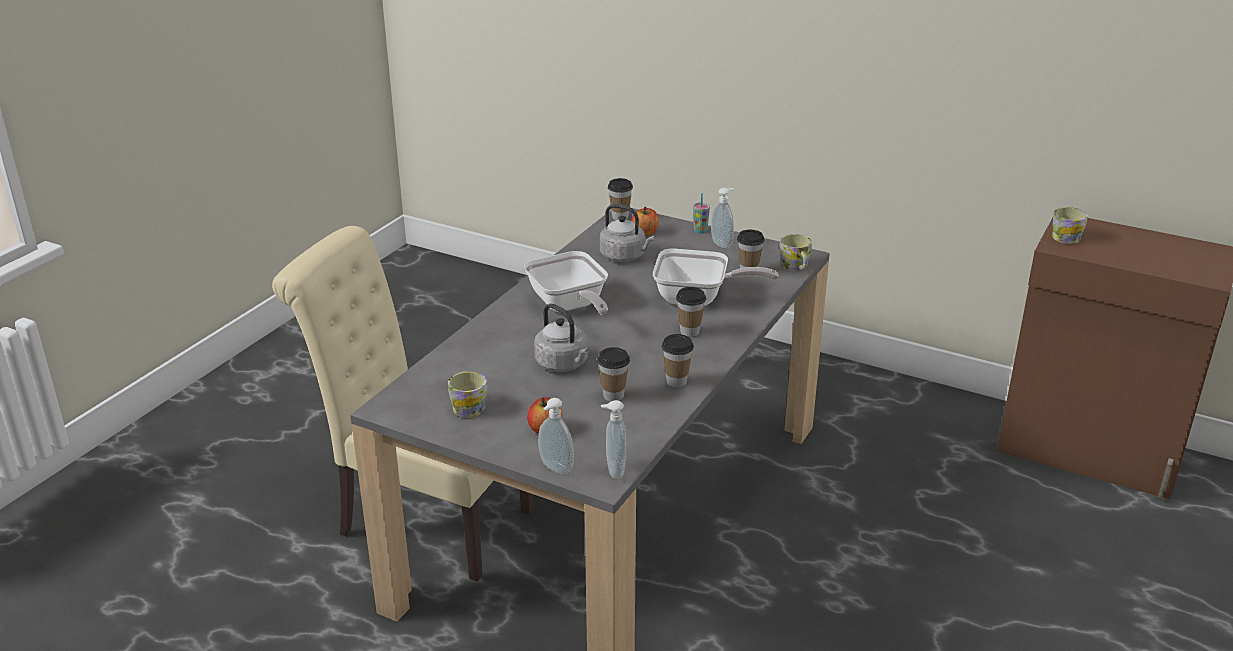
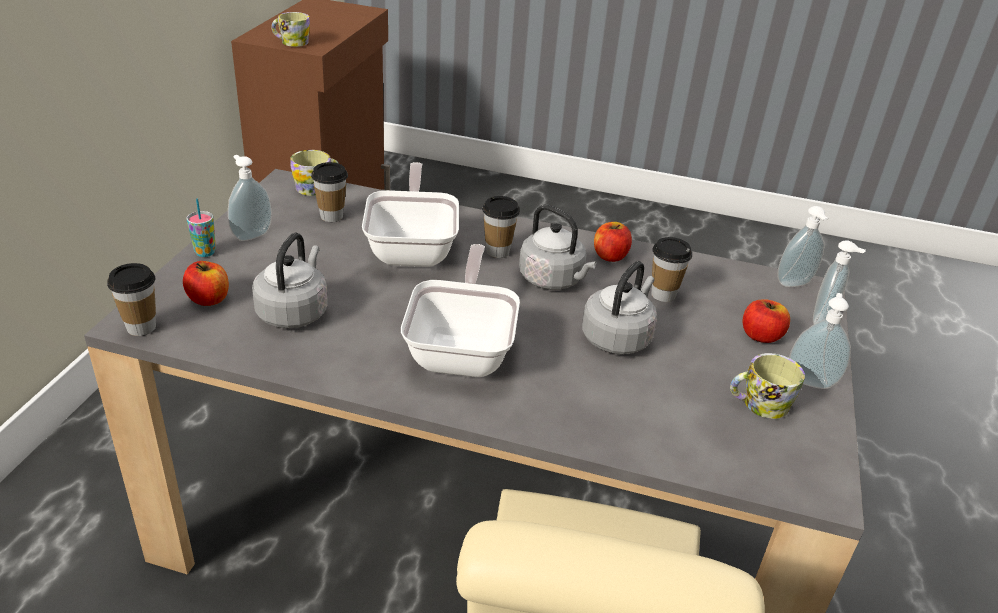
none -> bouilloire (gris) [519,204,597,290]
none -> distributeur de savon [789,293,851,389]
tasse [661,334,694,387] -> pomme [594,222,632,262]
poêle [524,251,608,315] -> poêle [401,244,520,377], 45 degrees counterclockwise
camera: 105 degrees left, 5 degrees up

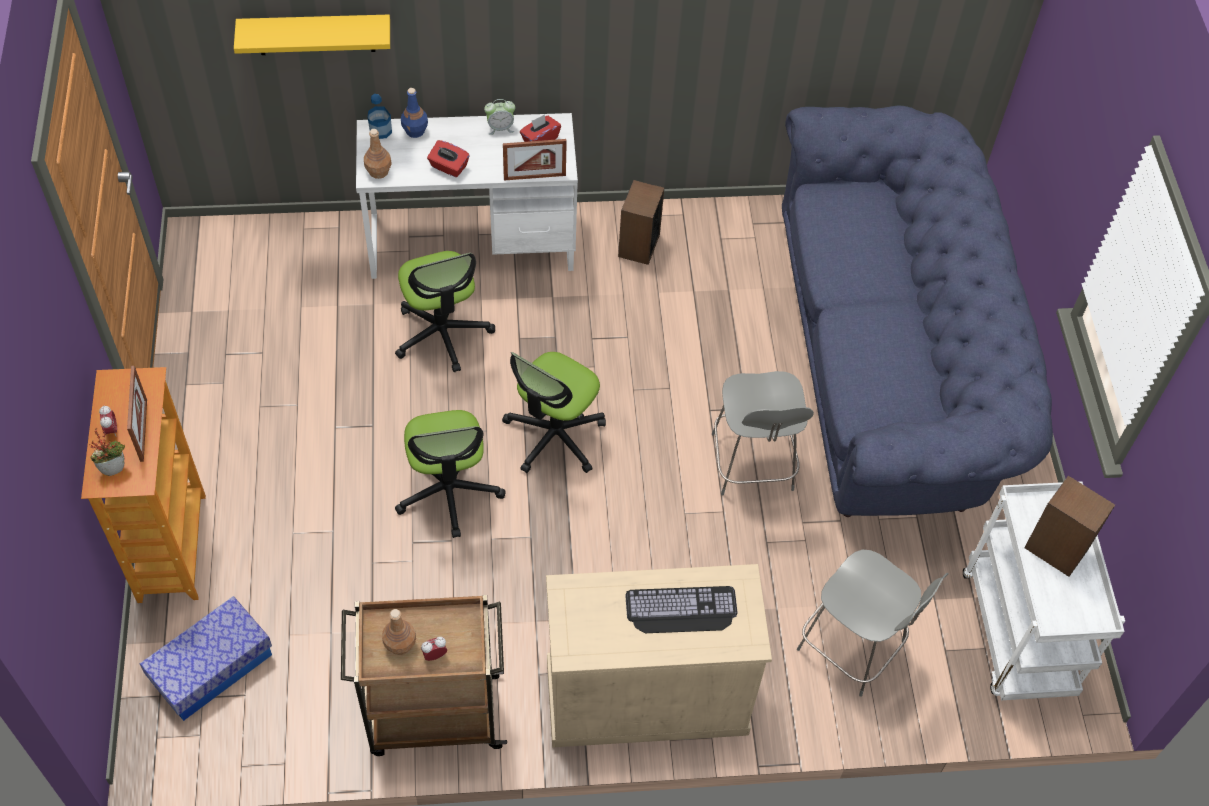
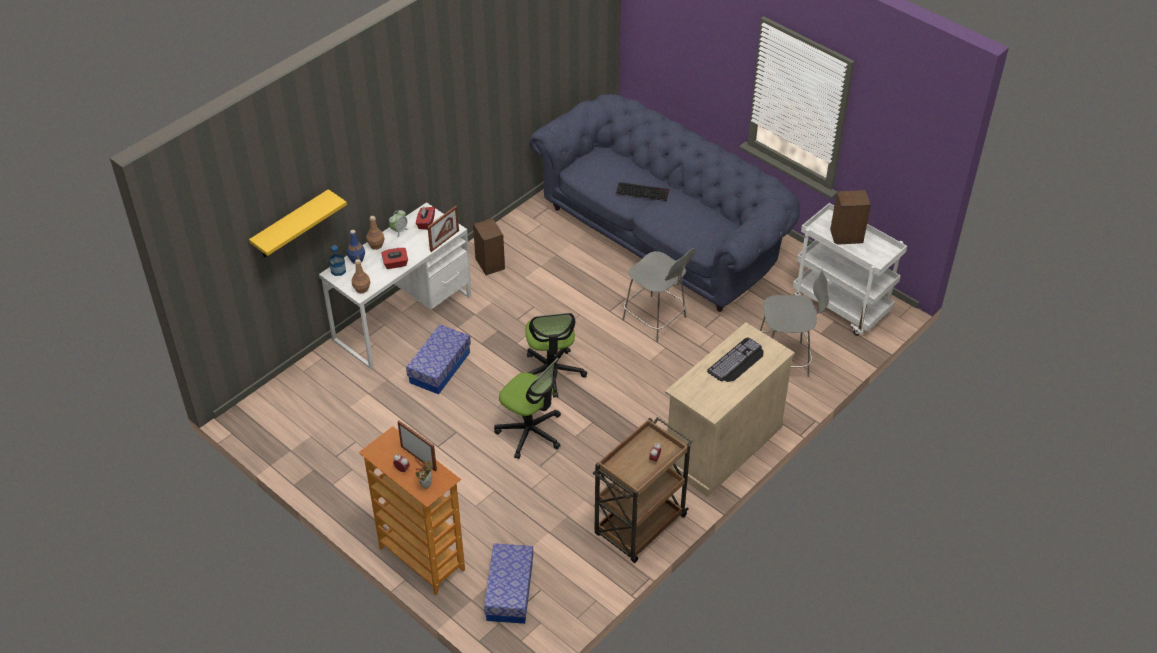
none -> clavier [616,182,670,201]
bouteille (marron) [382,609,416,655] -> bouteille (marron) [366,216,384,250], relocated
chaise de bureau [395,251,495,372] -> boîte de rangement [406,324,471,395]
camera: 40 degrees left, 10 degrees down

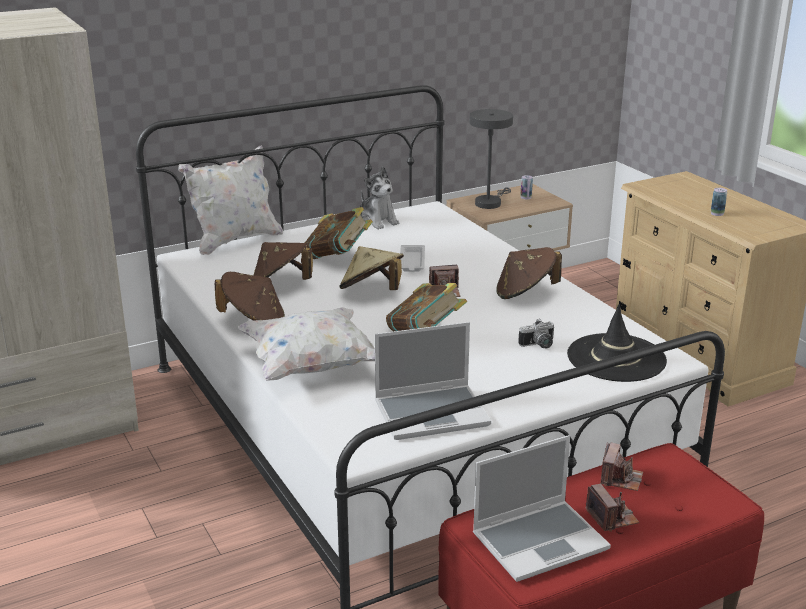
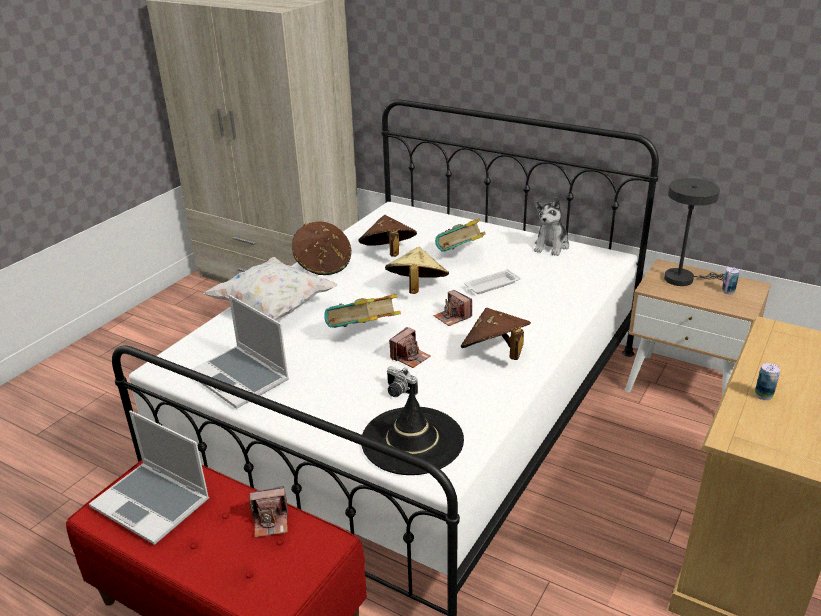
coussin (blanc) [178,145,283,255] -> none
appareil photo [586,484,639,532] -> appareil photo [389,327,431,368], relocated
camera: 60 degrees right, 5 degrees up

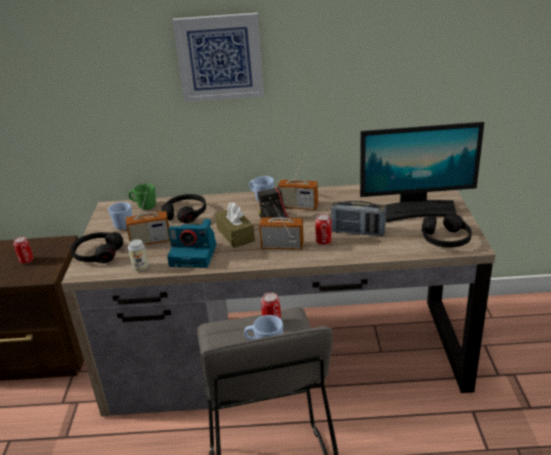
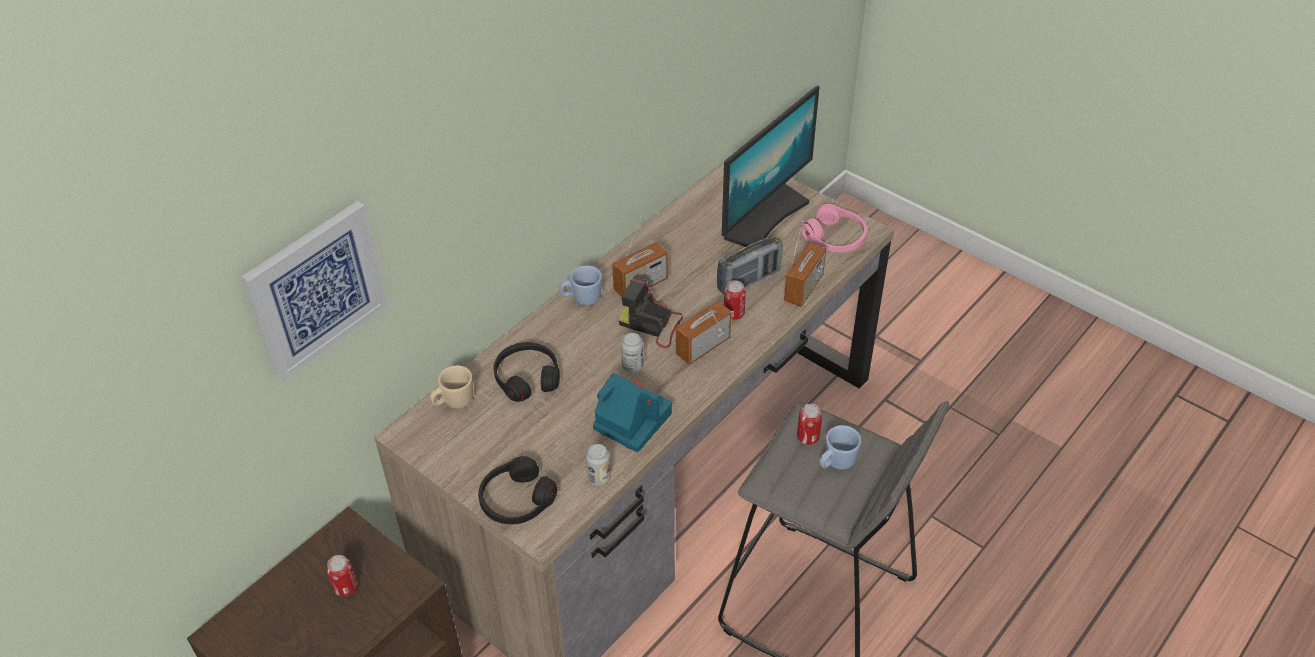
mug (bleu) [108,202,132,230] -> none
radio [126,185,170,245] -> radio [784,220,826,307], relocated
tableau [172,13,264,102] -> tableau [241,201,388,382], relocated
boîte à mouchoirs (marron) [215,202,255,248] -> boîte métallique [621,333,644,373]
mug (vert) [128,183,156,210] -> mug (beige) [430,365,473,409]
casque audio (noir) [422,214,472,248] -> casque audio (rose) [802,204,867,253]
appareil photo [167,219,217,268] -> appareil photo [593,373,672,452], 105 degrees counterclockwise
camera: 50 degrees left, 15 degrees up

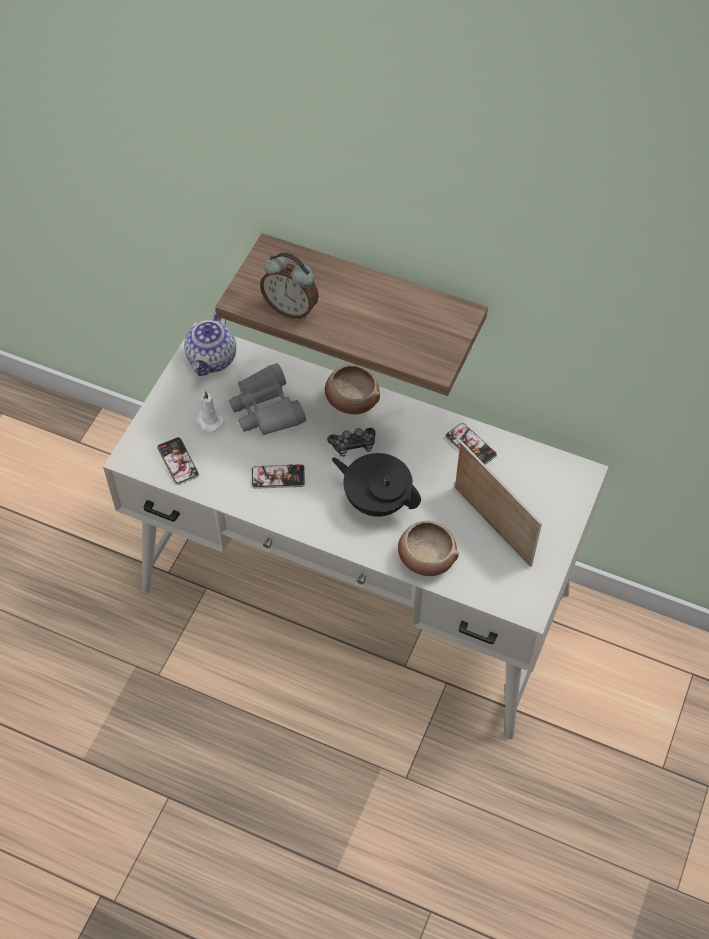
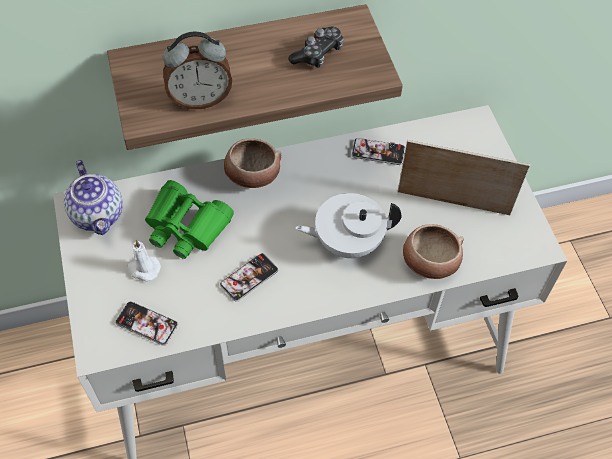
manette [327,428,375,457] -> manette [288,27,344,68], relocated
jumelles (gris) [229,363,306,436] -> jumelles (vert) [145,180,234,259]
théière (noir) [332,453,421,517] -> théière (blanc) [295,193,402,258]
camera: 40 degrees left, 0 degrees up

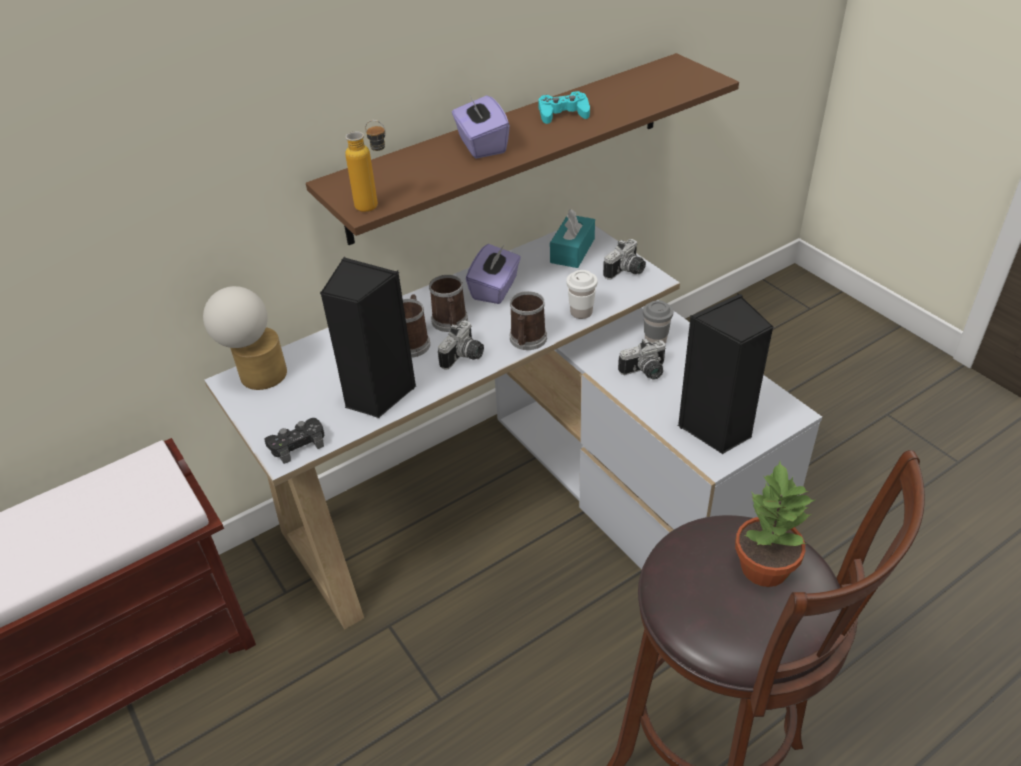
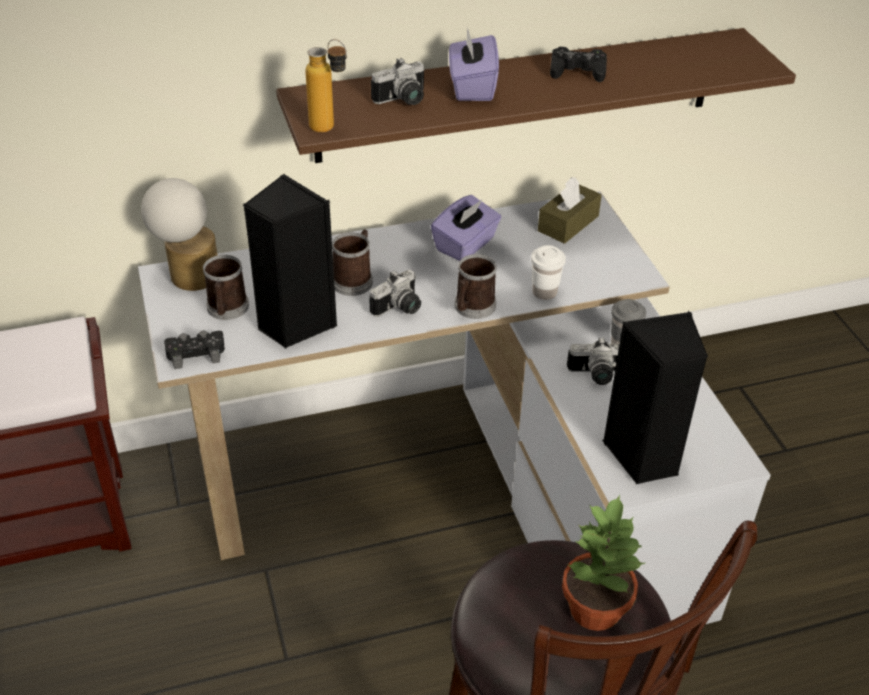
mug [429,275,468,332] -> mug [203,255,249,320], relocated
appareil photo [603,239,646,279] -> appareil photo [371,58,425,105], relocated
manette (turquoise) [538,91,590,124] -> manette (noir) [550,47,607,82]
boîte à mouchoirs (turquoise) [550,209,595,268] -> boîte à mouchoirs (marron) [538,177,602,244]
camera: 15 degrees right, 0 degrees up

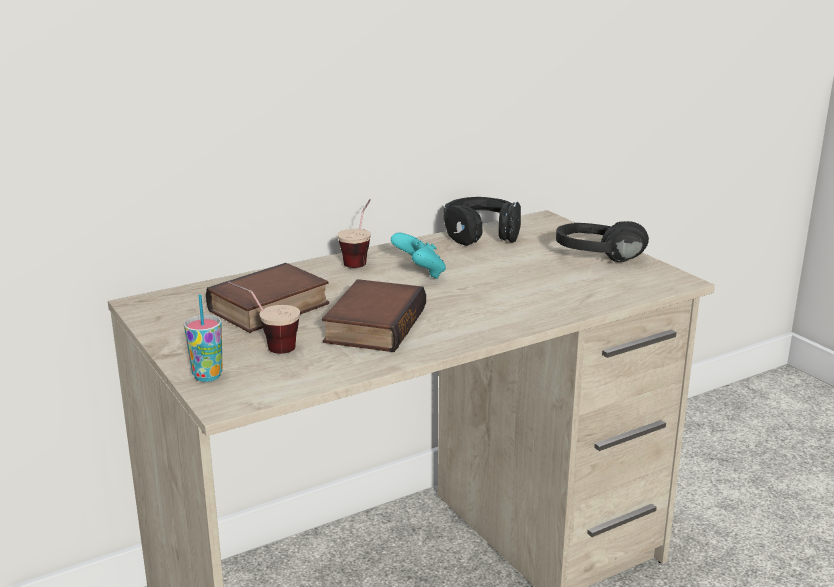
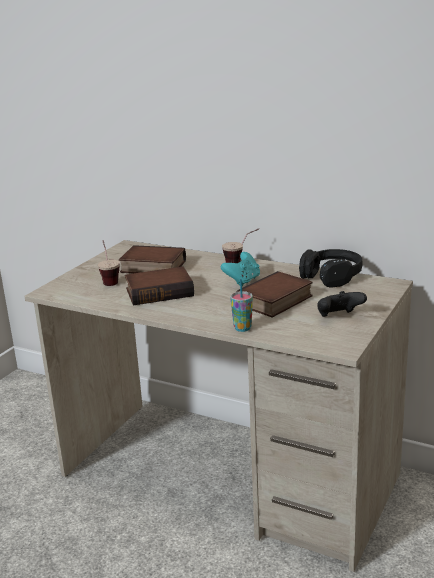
none -> livre [237,271,313,317]
tasse [184,294,222,382] -> tasse [230,279,253,332], relocated
casque audio (noir) [556,221,649,262] -> manette (noir) [317,291,367,317]
camera: 60 degrees right, 0 degrees up

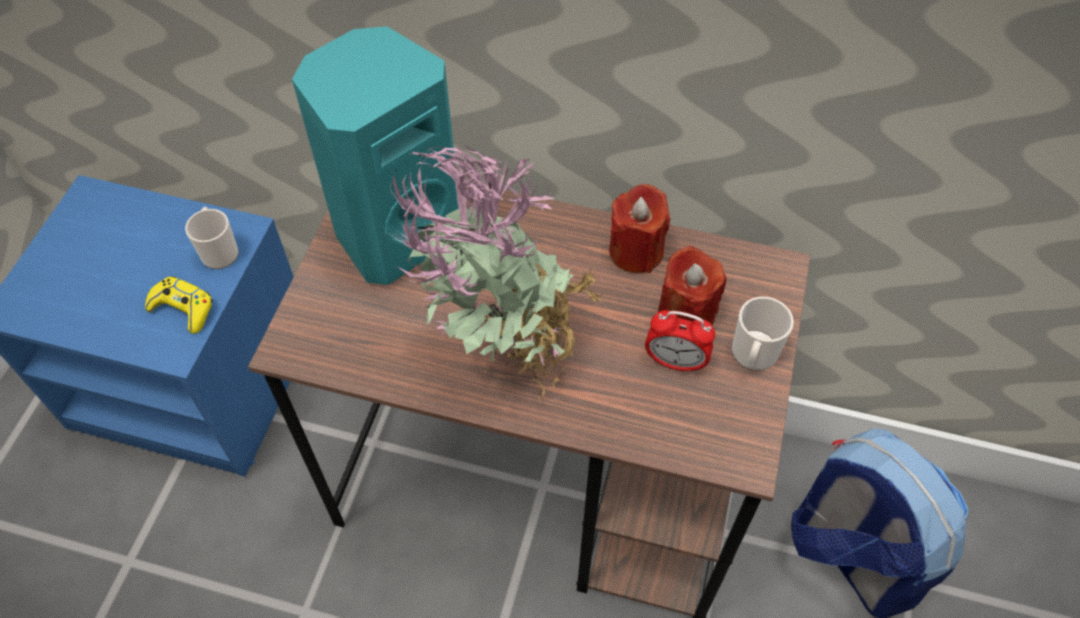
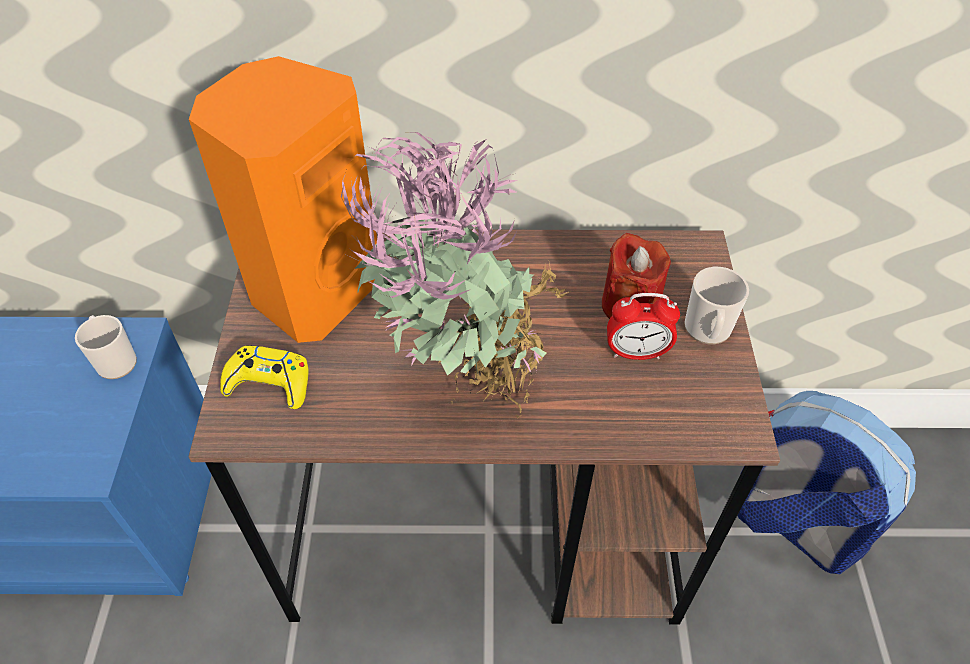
bougie (rouge) [609,184,670,273] -> none
manette (jaune) [145,276,213,334] -> manette (jaune) [220,345,308,409], relocated
enceinte (turquoise) [292,26,459,285] -> enceinte (orange) [189,56,377,343]
camera: 15 degrees left, 5 degrees down

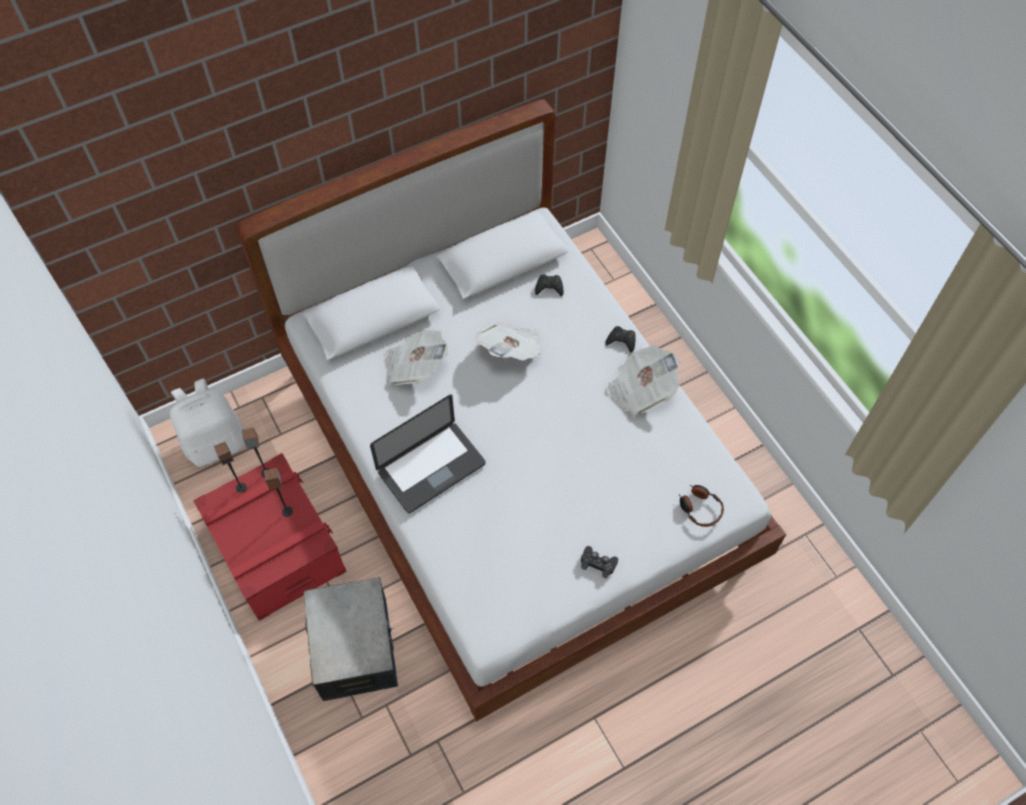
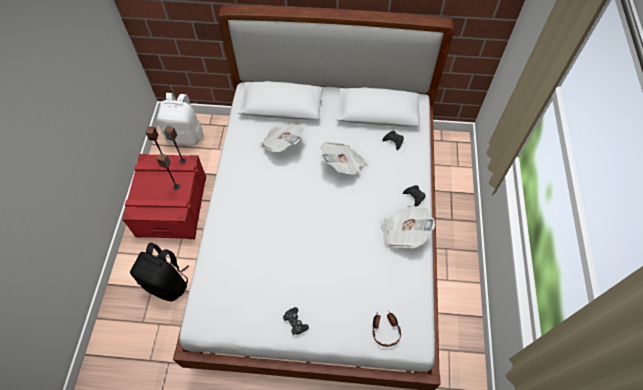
ordinateur portable [370,394,486,513] -> none
boîte de rangement [304,577,398,701] -> sac à dos (noir) [130,243,189,302]
camera: 35 degrees right, 0 degrees up

